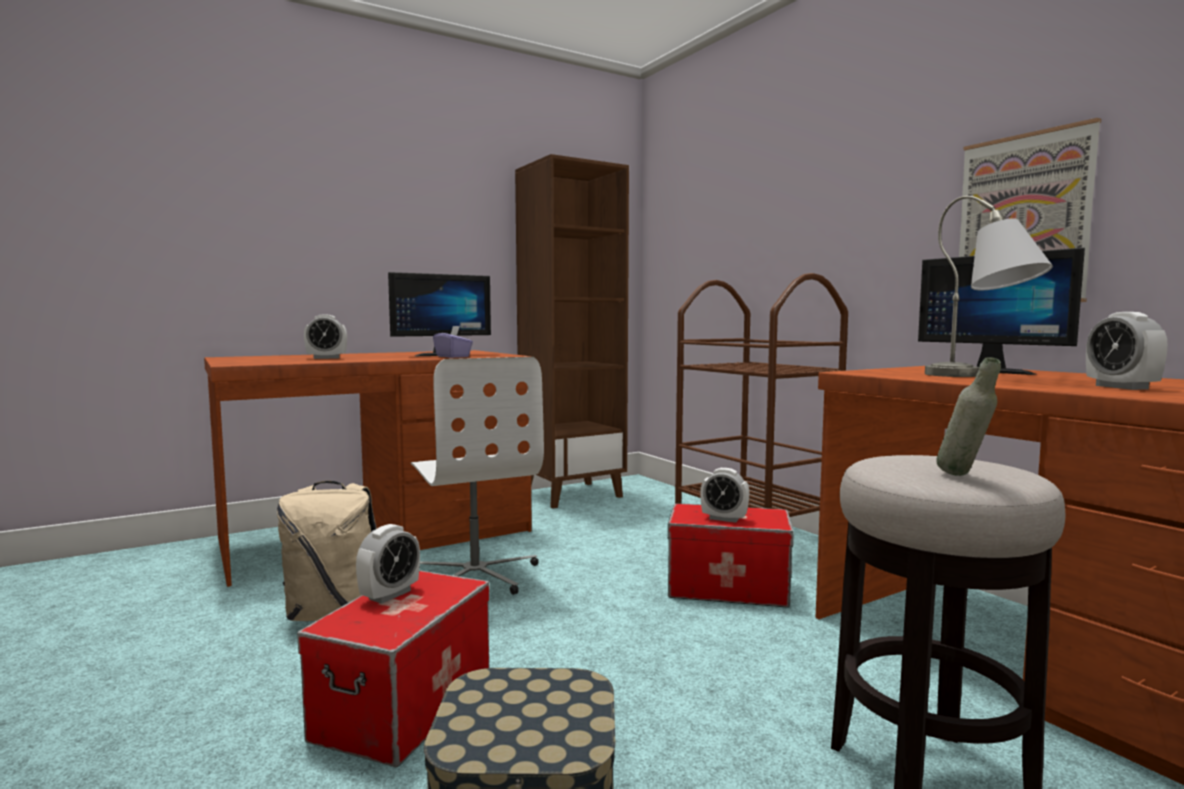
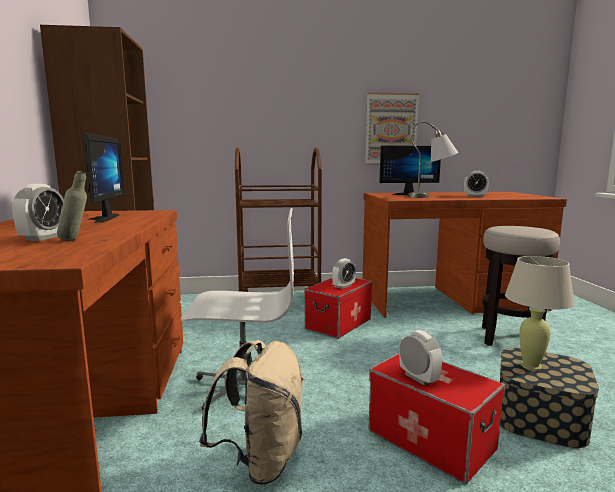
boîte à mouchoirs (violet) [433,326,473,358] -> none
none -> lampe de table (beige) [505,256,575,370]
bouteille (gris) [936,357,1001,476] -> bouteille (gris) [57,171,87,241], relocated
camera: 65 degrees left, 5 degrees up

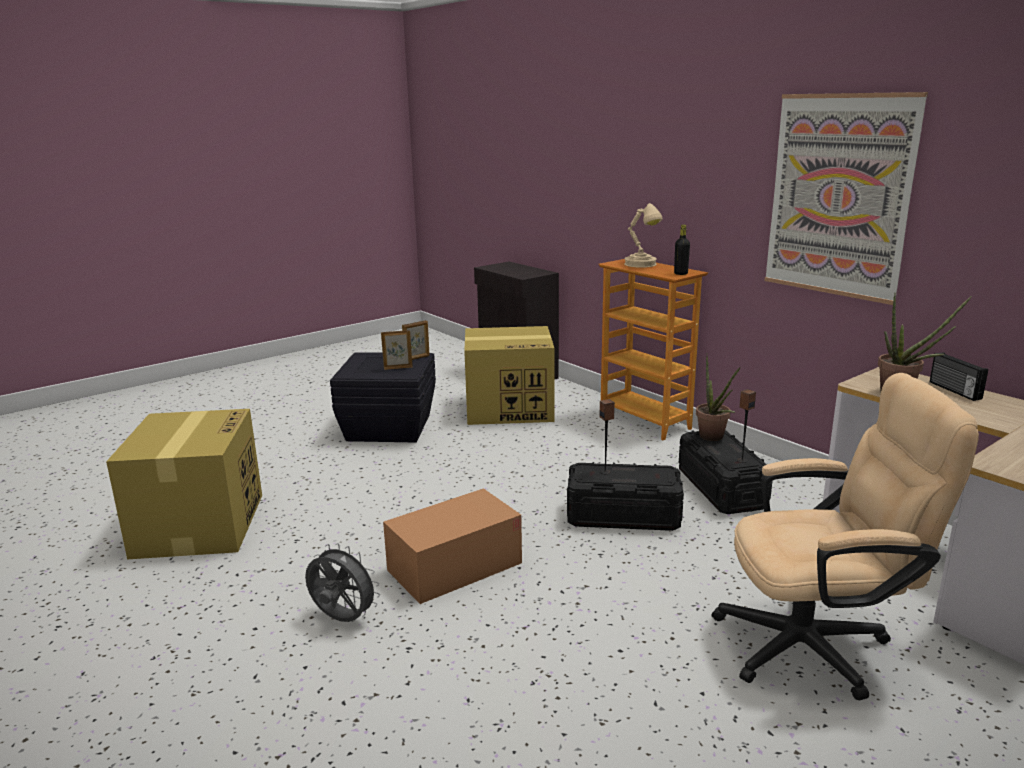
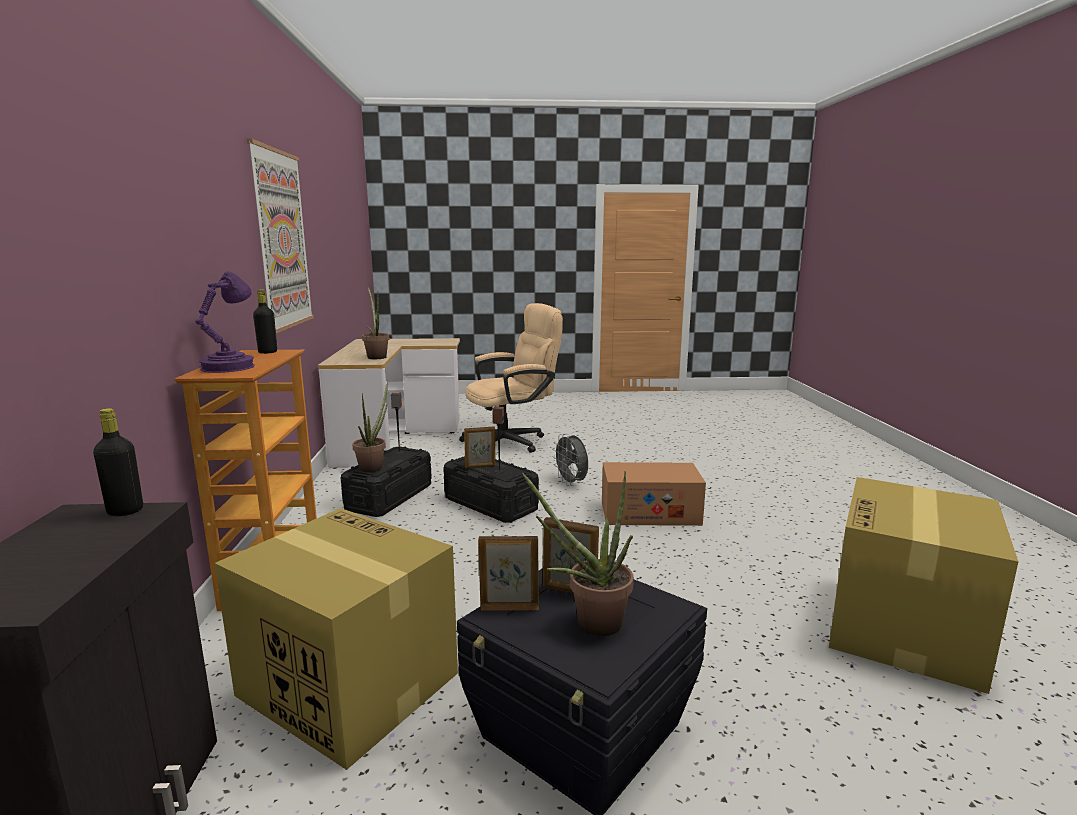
radio [930,352,988,401] -> none
none -> bouteille (noir) [93,408,143,516]
none -> cadre photo [464,426,495,468]
none -> plante en pot [522,471,634,636]
ventilateur (gris) [305,543,380,622] -> ventilateur (gris) [552,434,588,486], relocated
lampe de table (beige) [624,203,663,268] -> lampe de table (violet) [195,271,255,373]
chaise de bureau (beige) [712,373,979,700] -> chaise de bureau (beige) [459,303,563,453], 120 degrees clockwise
camera: 145 degrees left, 5 degrees down

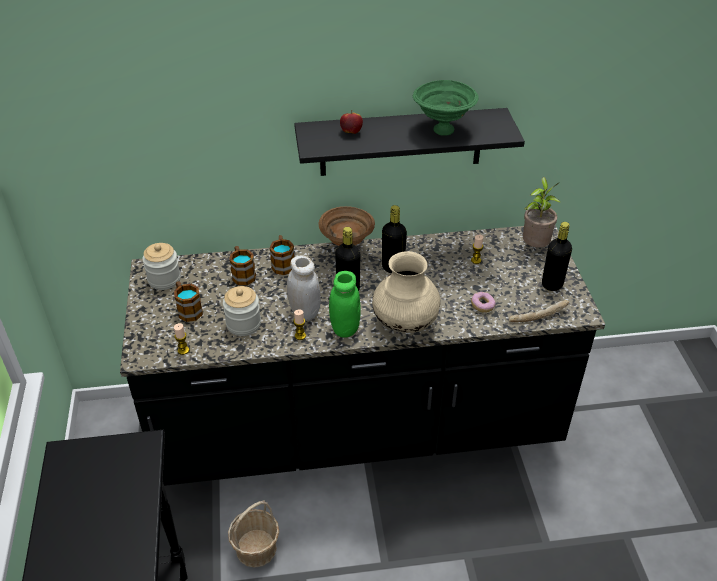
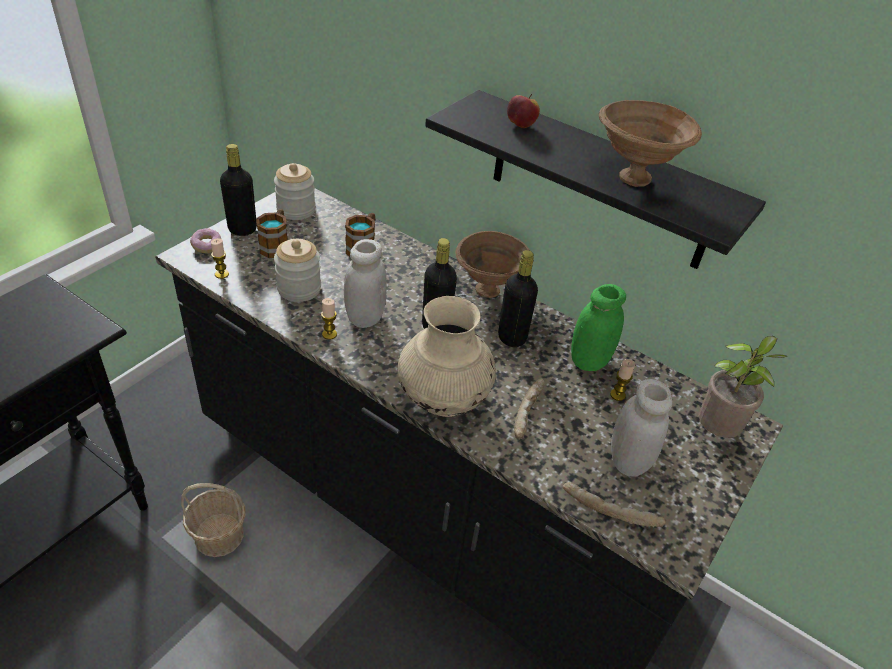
mug [269,235,295,275] -> none
none -> pain [513,379,545,440]
none -> bocal (blanc) [611,379,673,476]
bocal (vert) [329,271,361,338] -> bocal (vert) [571,284,626,371], relocated
beignet [471,292,496,313] -> beignet [190,228,221,253], relocated
bouteille (noir) [542,222,572,291] -> bouteille (noir) [220,144,257,236], relocated
bol (vert) [413,80,479,135] -> bol (marron) [599,100,702,187]
camera: 40 degrees right, 0 degrees up

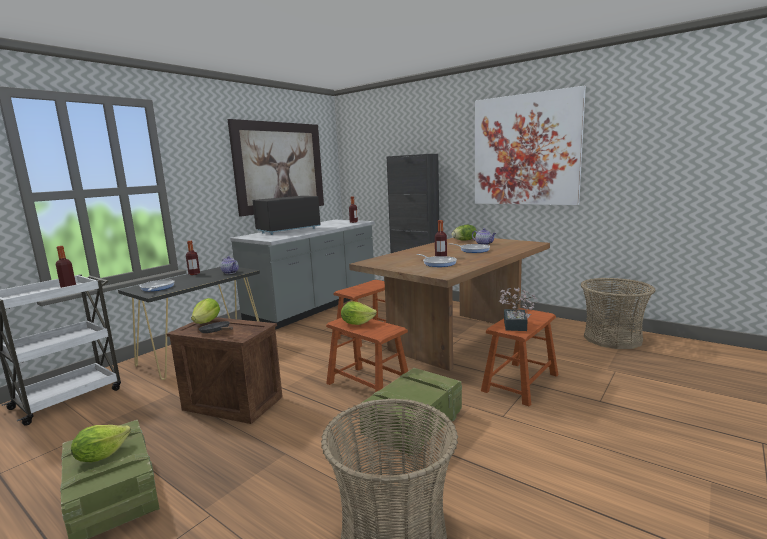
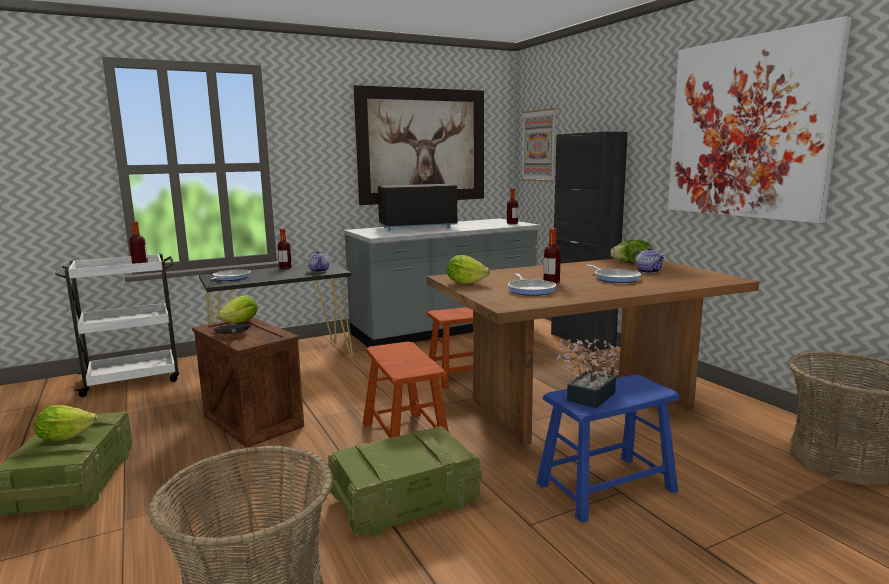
none -> tableau [521,108,556,182]
laitue [341,301,377,325] -> laitue [447,255,490,285], relocated
tabouret (marron) [481,308,558,406] -> tabouret (bleu) [536,375,680,523]
camera: 25 degrees right, 0 degrees up

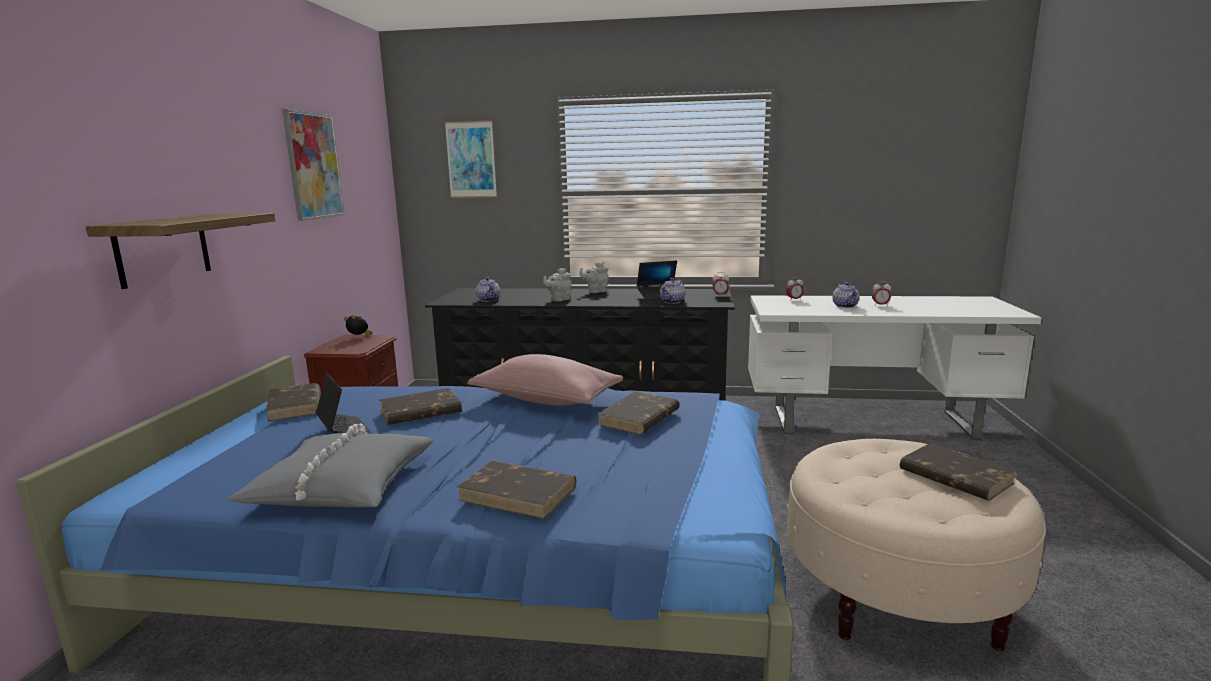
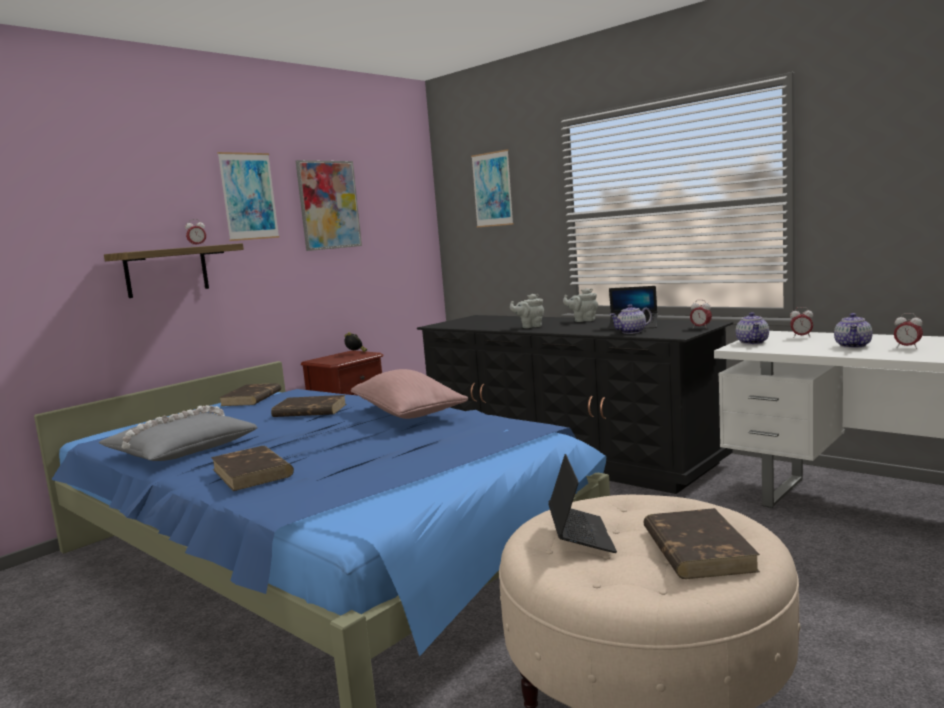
livre (marron) [597,391,680,435] -> none
none -> réveil [185,219,206,247]
none -> tableau [217,152,280,241]
ordinateur portable [316,373,373,434] -> ordinateur portable [548,454,617,553], relocated
théière [476,277,500,302] -> théière [736,312,769,344], relocated
camera: 35 degrees right, 5 degrees down

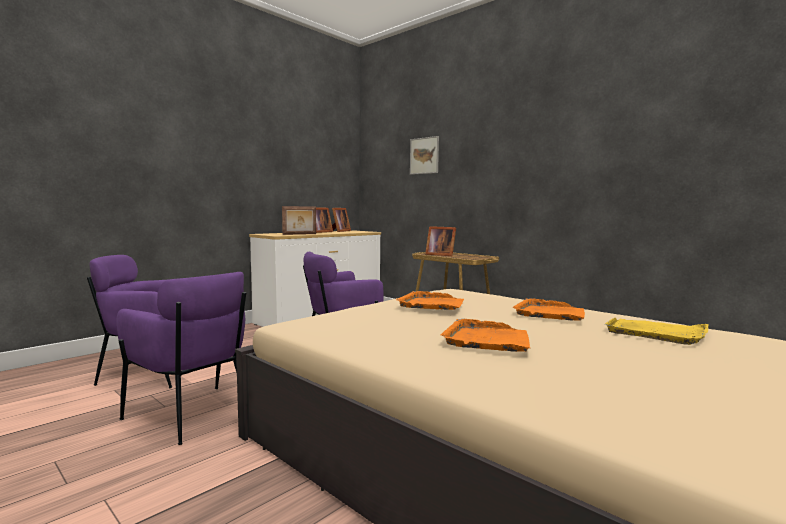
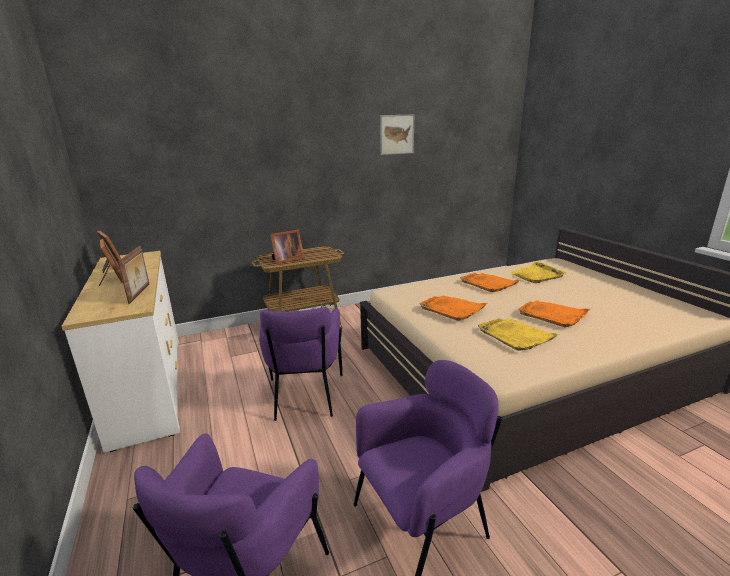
none -> plateau (jaune) [478,318,560,351]
tableau [410,136,439,175] -> tableau [380,115,414,155], relocated
camera: 65 degrees left, 15 degrees up

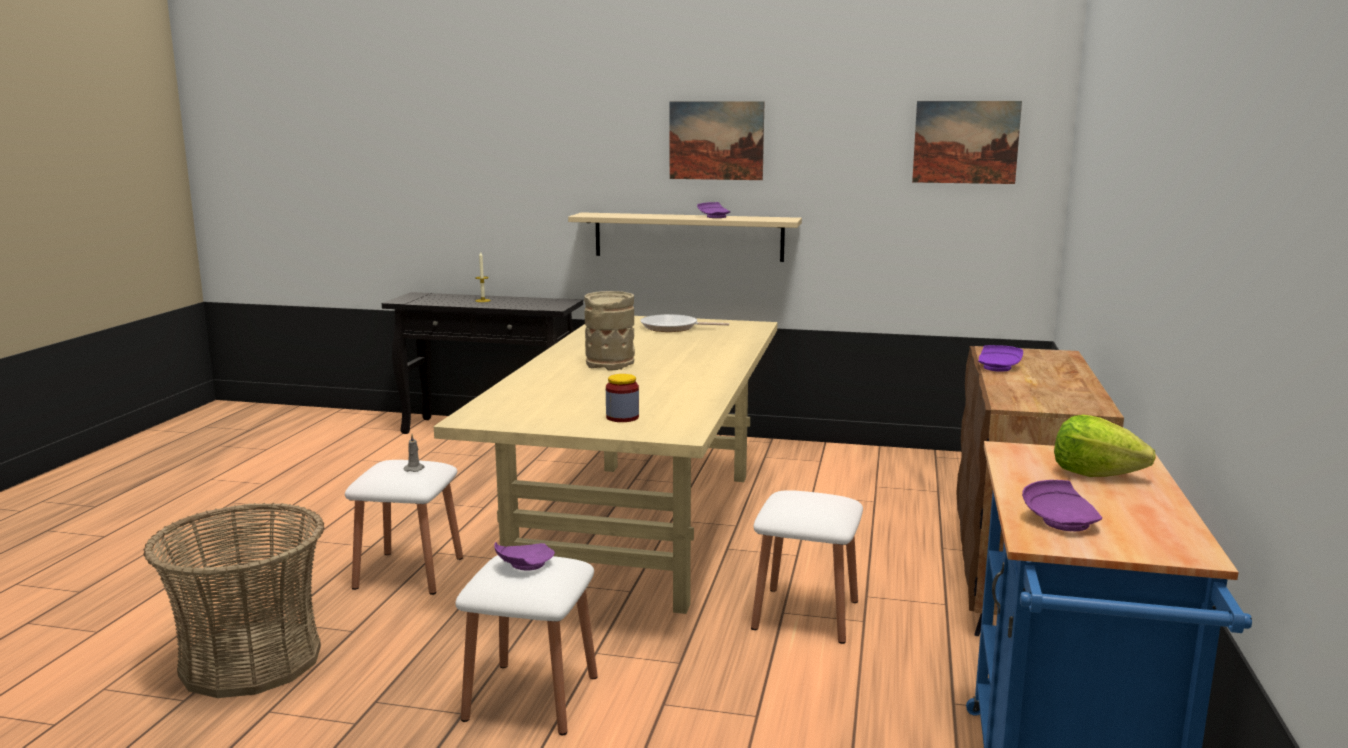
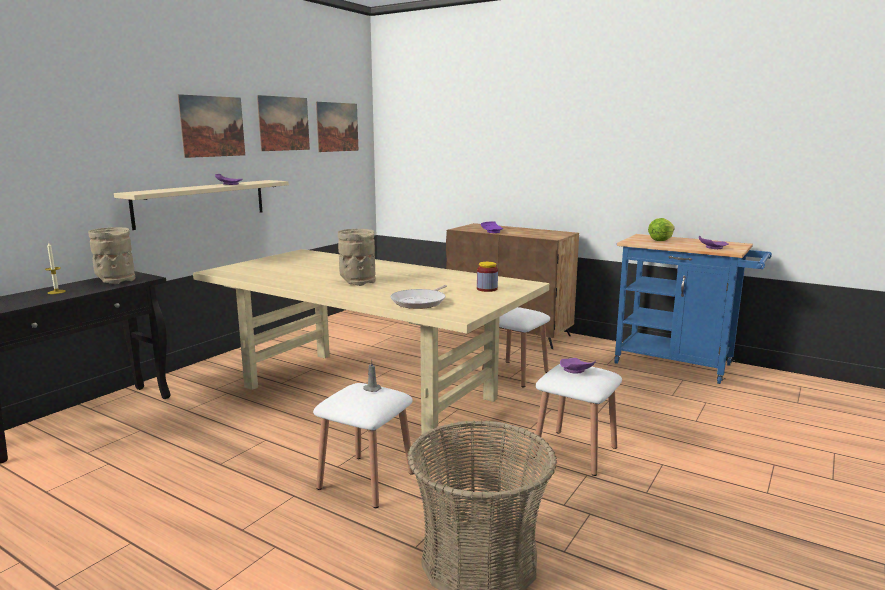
none -> vase (beige) [88,227,135,284]
none -> tableau [257,95,310,151]
poêle [640,314,729,332] -> poêle [390,285,447,309], relocated
camera: 70 degrees left, 0 degrees up

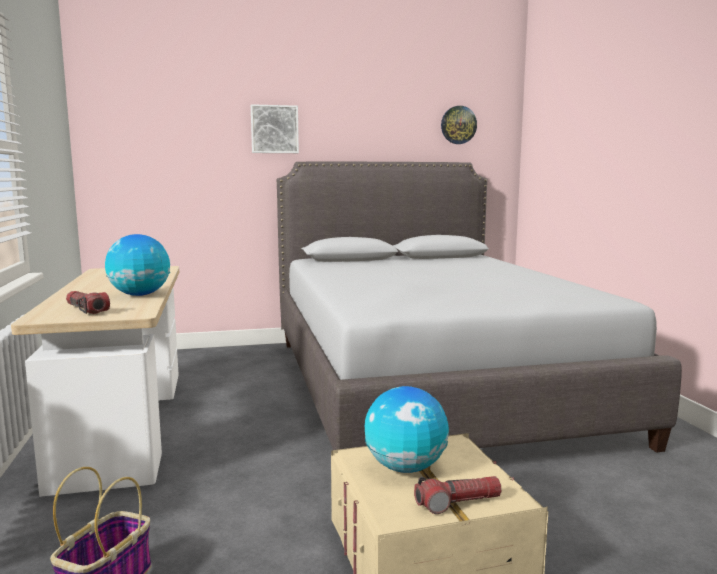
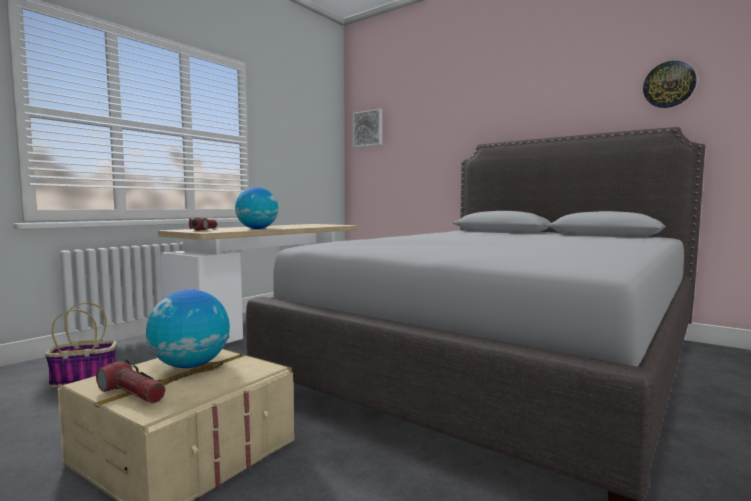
tableau [251,104,299,153] -> tableau [353,108,382,148], relocated
camera: 50 degrees right, 5 degrees down

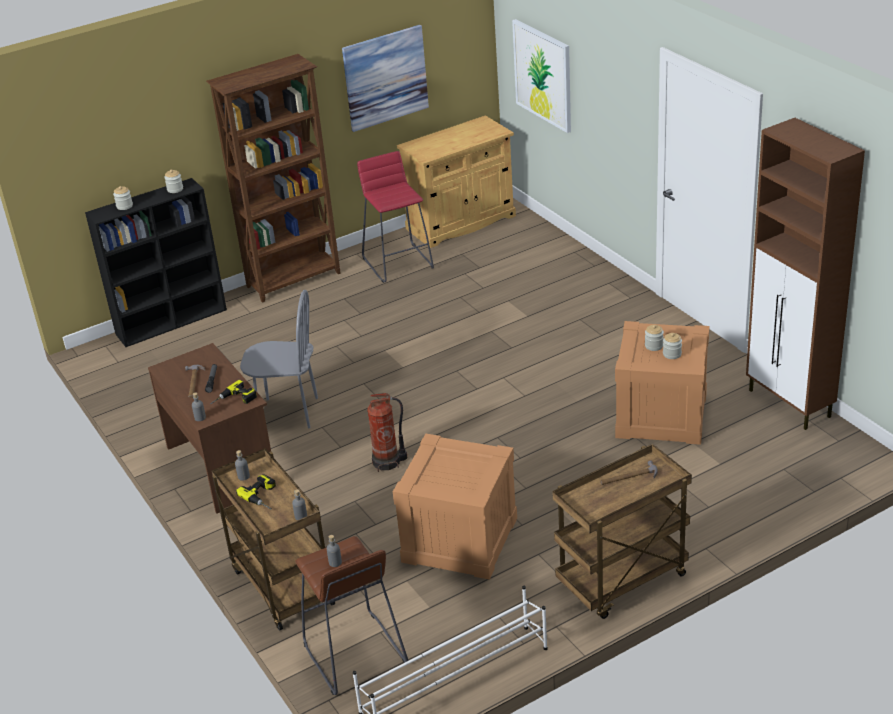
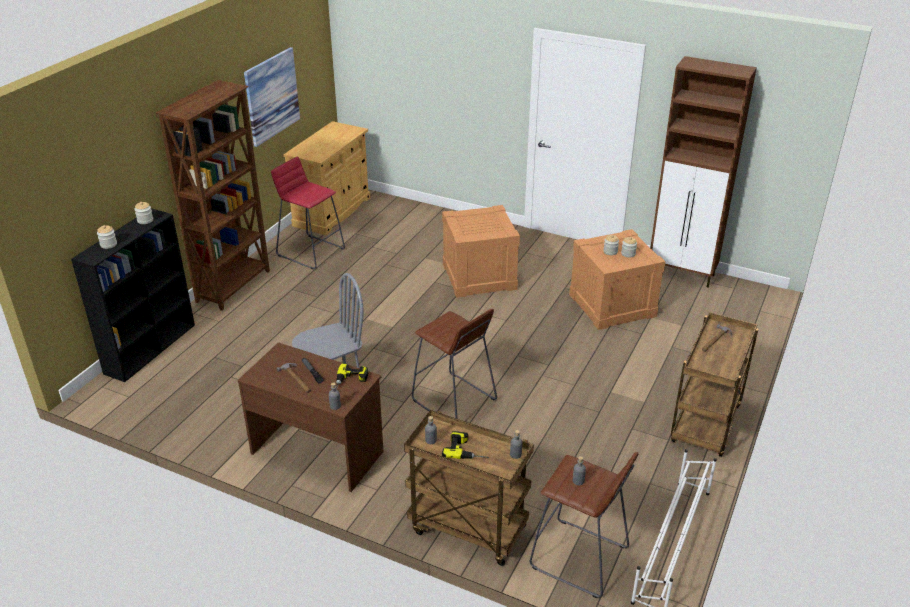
tableau [512,19,571,133] -> none
caisse [393,434,517,580] -> caisse [442,205,520,298], relocated
extincteur [367,393,407,472] -> tabouret (marron) [412,309,497,419]
camera: 35 degrees left, 0 degrees up

